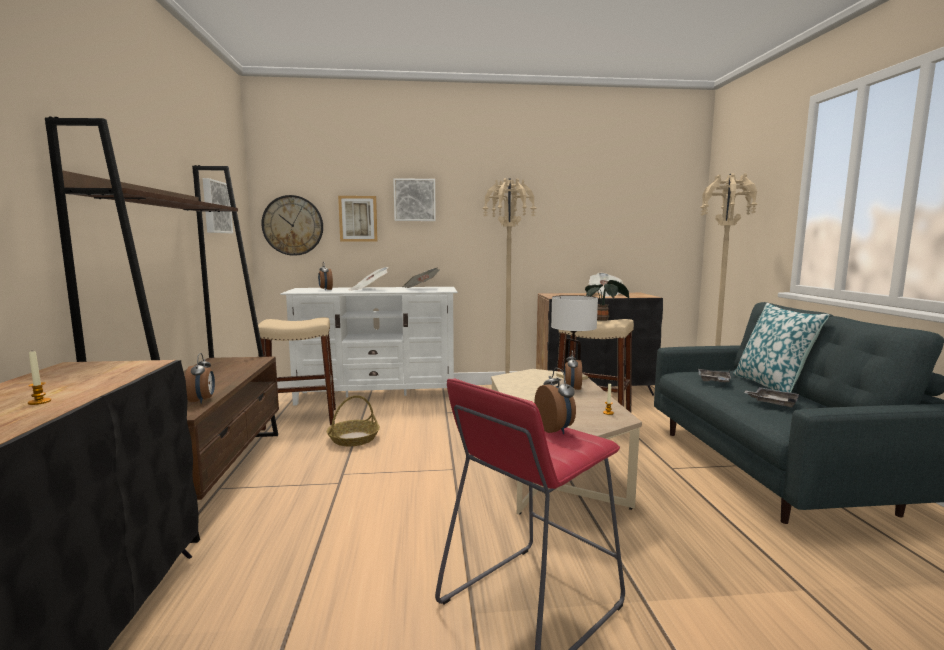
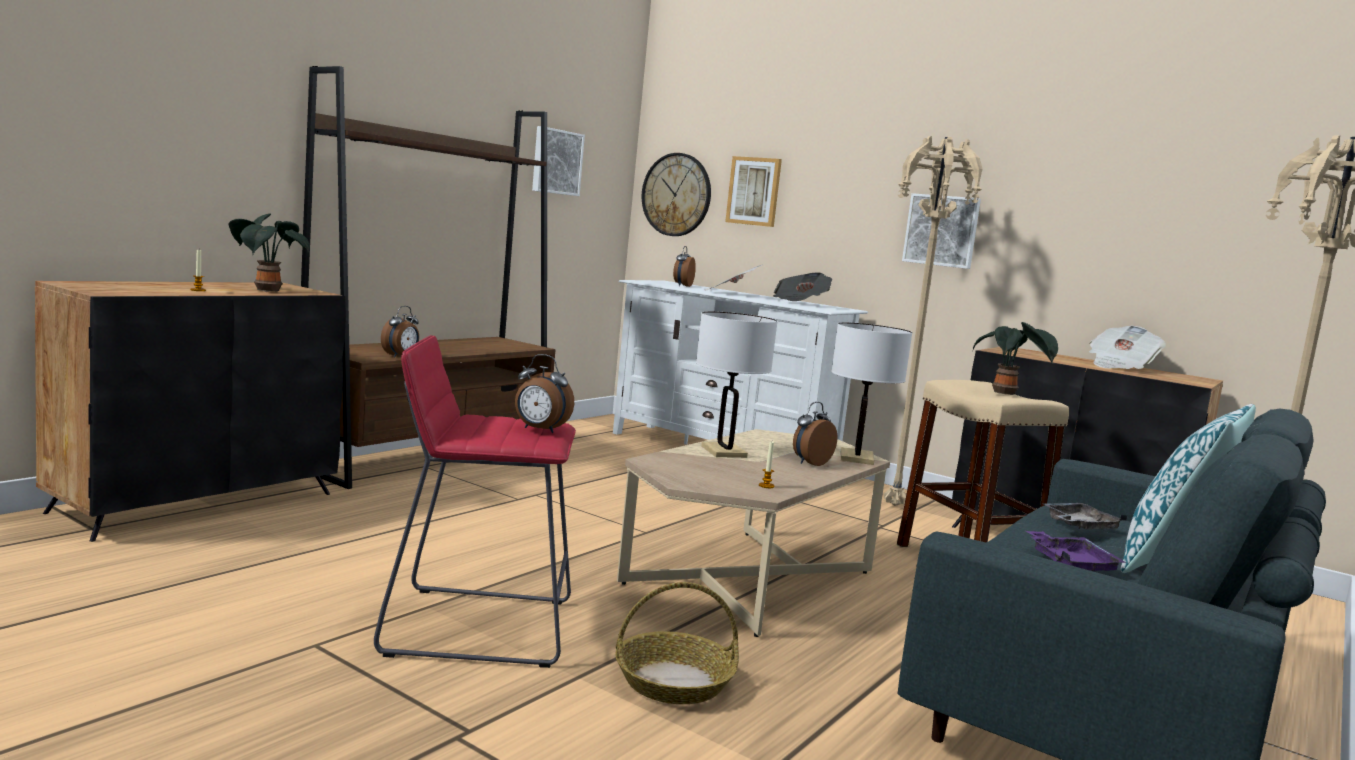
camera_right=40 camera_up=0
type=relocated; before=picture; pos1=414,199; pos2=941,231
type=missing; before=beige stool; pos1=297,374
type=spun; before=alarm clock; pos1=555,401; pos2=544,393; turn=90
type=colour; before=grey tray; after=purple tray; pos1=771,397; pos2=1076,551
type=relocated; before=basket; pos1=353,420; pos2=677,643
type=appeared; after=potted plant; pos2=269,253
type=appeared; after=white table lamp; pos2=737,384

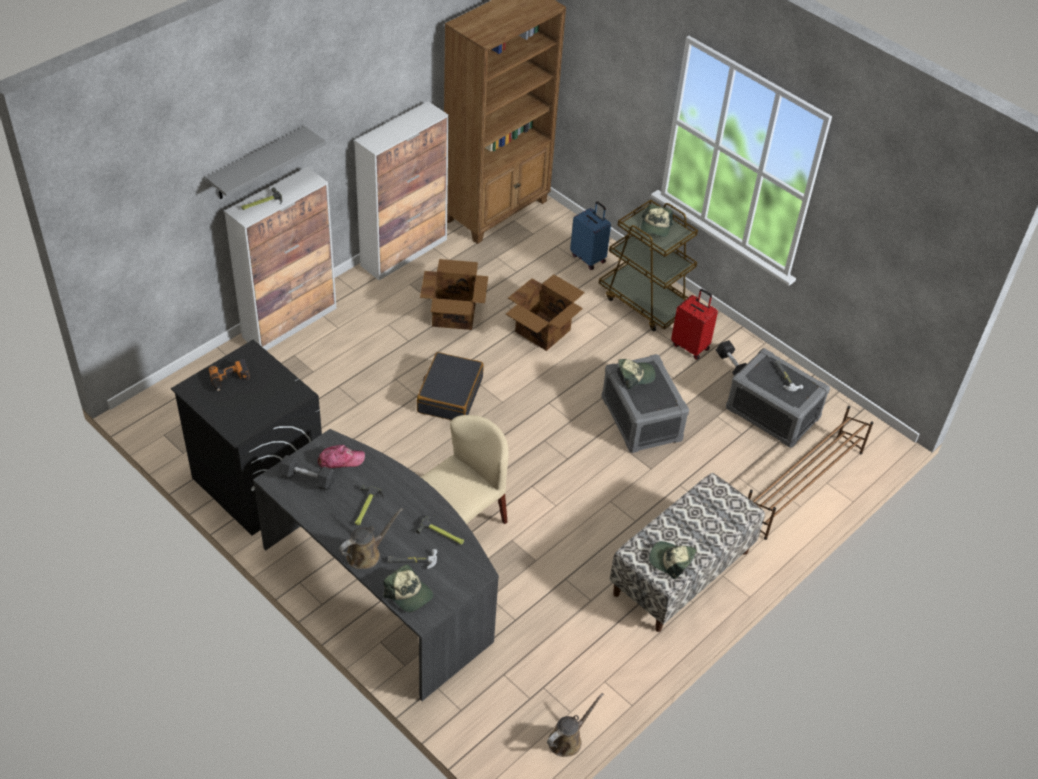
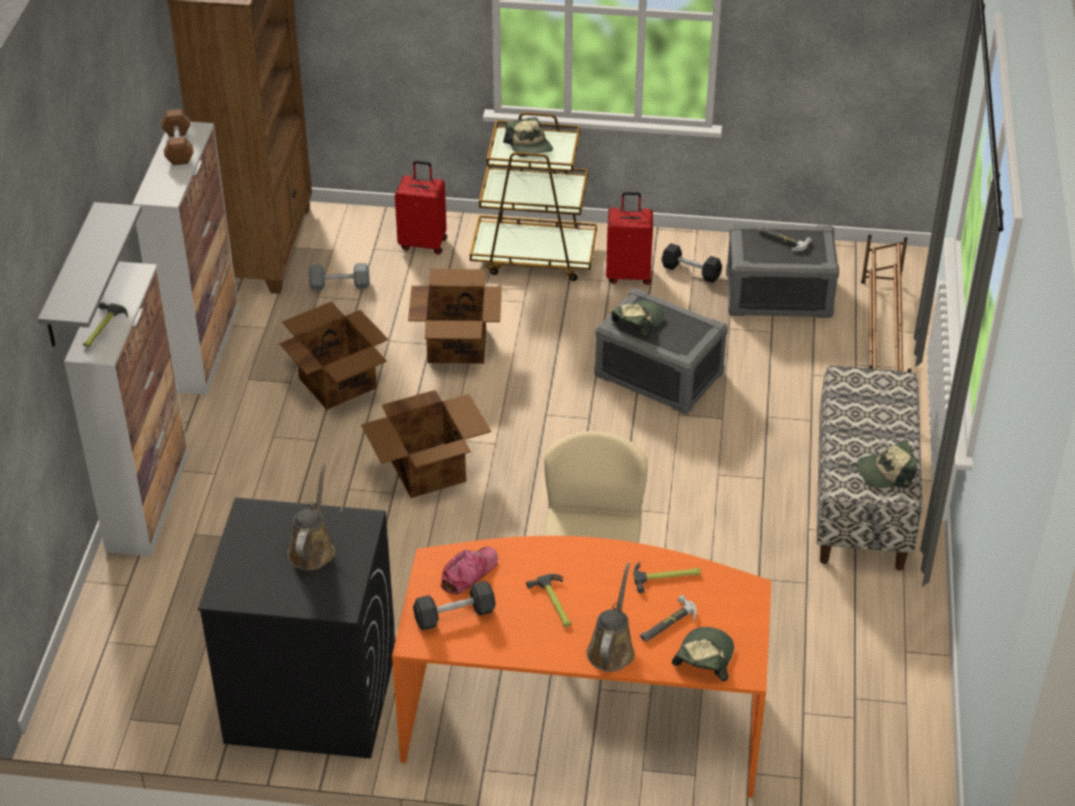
camera_right=-35 camera_up=-5
type=colour; before=blue suitcase; after=red suitcase; pos1=590,235; pos2=421,207
type=exchanged; before=black suitcase; after=cardboard box; pos1=450,386; pos2=426,444
type=missing; before=power drill; pos1=229,375
type=colour; before=grey desk; after=orange desk; pos1=376,565; pos2=581,667
type=spun; before=cap; pos1=408,588; pos2=703,654; turn=-75
type=relocated; before=brown watering can; pos1=575,725; pos2=311,517
type=appeared; after=brown dumbbell; pos2=177,137
type=appeared; after=grey dumbbell; pos2=339,276

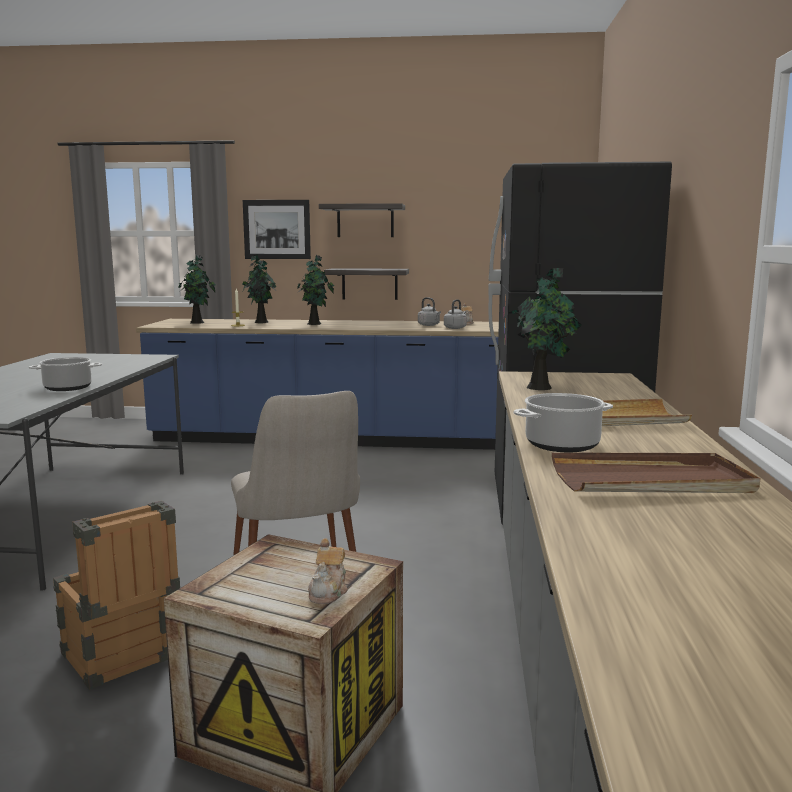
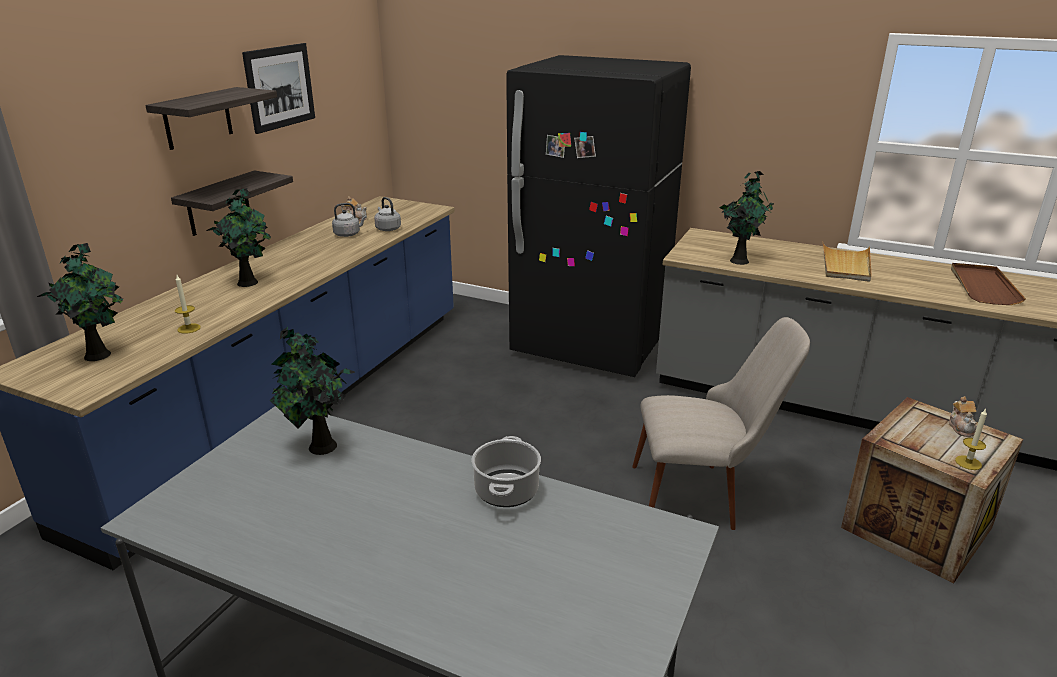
camera_right=-70 camera_up=15
type=relocated; before=picture; pos1=277,229; pos2=278,88
type=relocated; before=potted plant; pos1=259,288; pos2=312,391
type=missing; before=cooking pot; pos1=563,423
type=missing; before=crate; pos1=116,595
type=spun; before=teapot; pos1=328,571; pos2=963,416; turn=60
type=appeared; after=candle; pos2=971,439

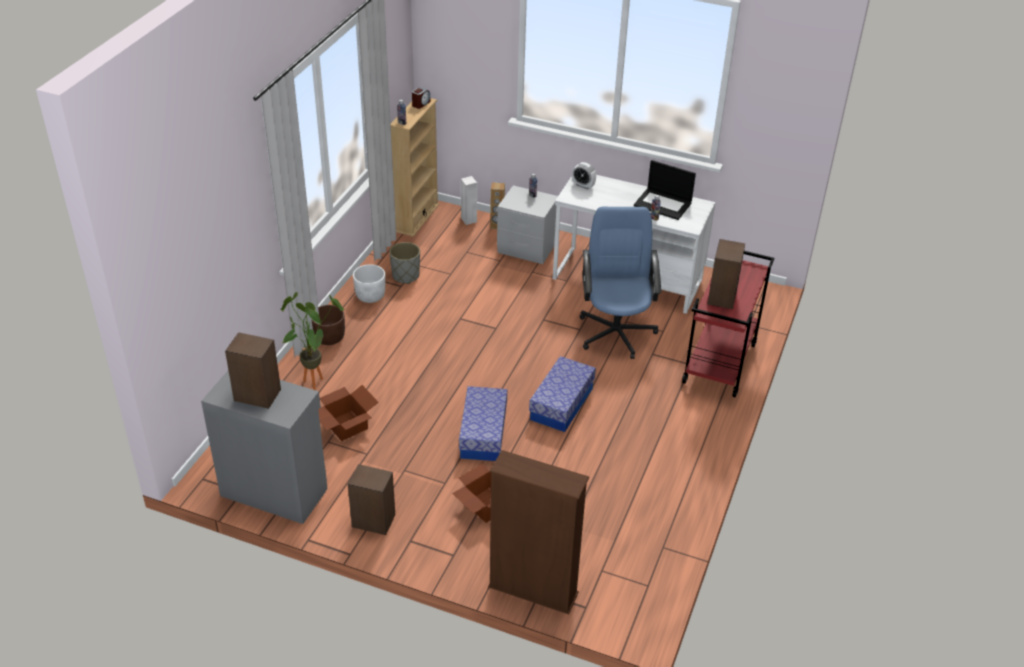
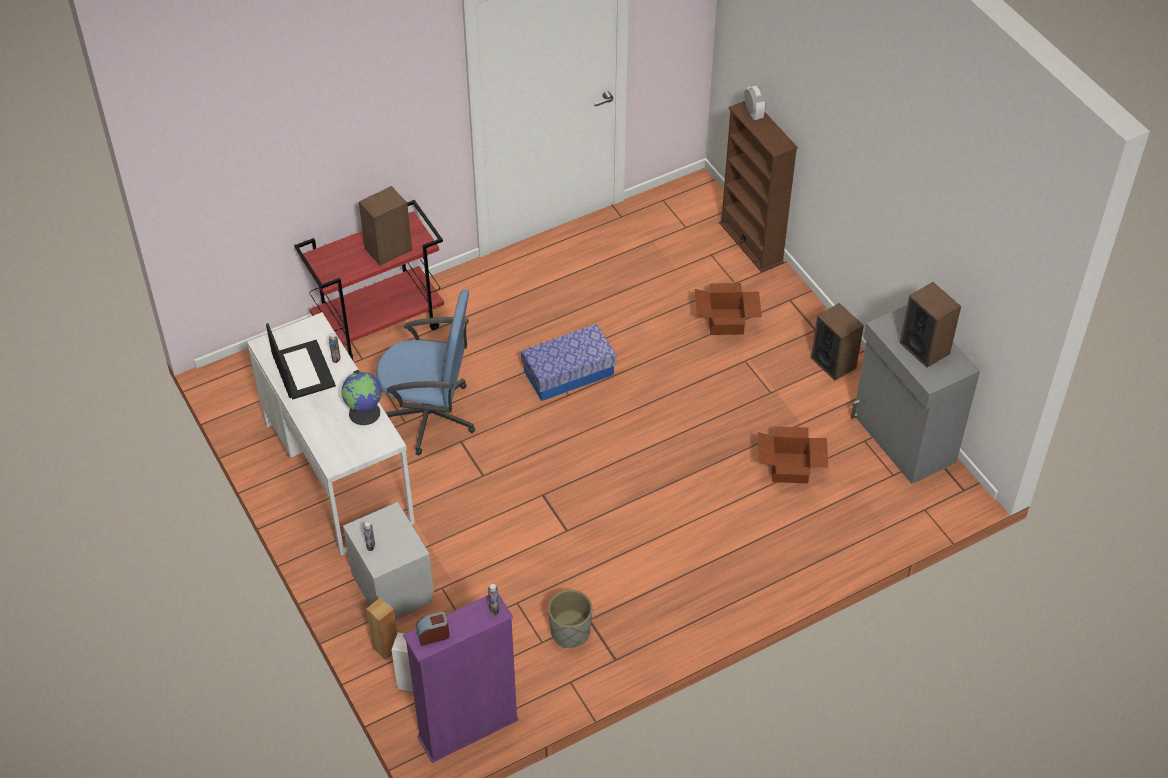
camera_right=-140 camera_up=10
type=colour; before=beige bookcase; after=purple bookcase; pos1=415,167; pos2=461,678
type=relocated; before=alarm clock; pos1=584,176; pos2=755,103
type=spun; before=blue office chair; pos1=620,283; pos2=425,372; turn=-120
type=missing; before=white planter; pos1=369,283
type=missing; before=potted plant; pos1=312,341
type=missing; before=brown planter; pos1=328,325
type=missing; before=storage box; pos1=483,423
type=appeared; after=globe; pos2=361,397

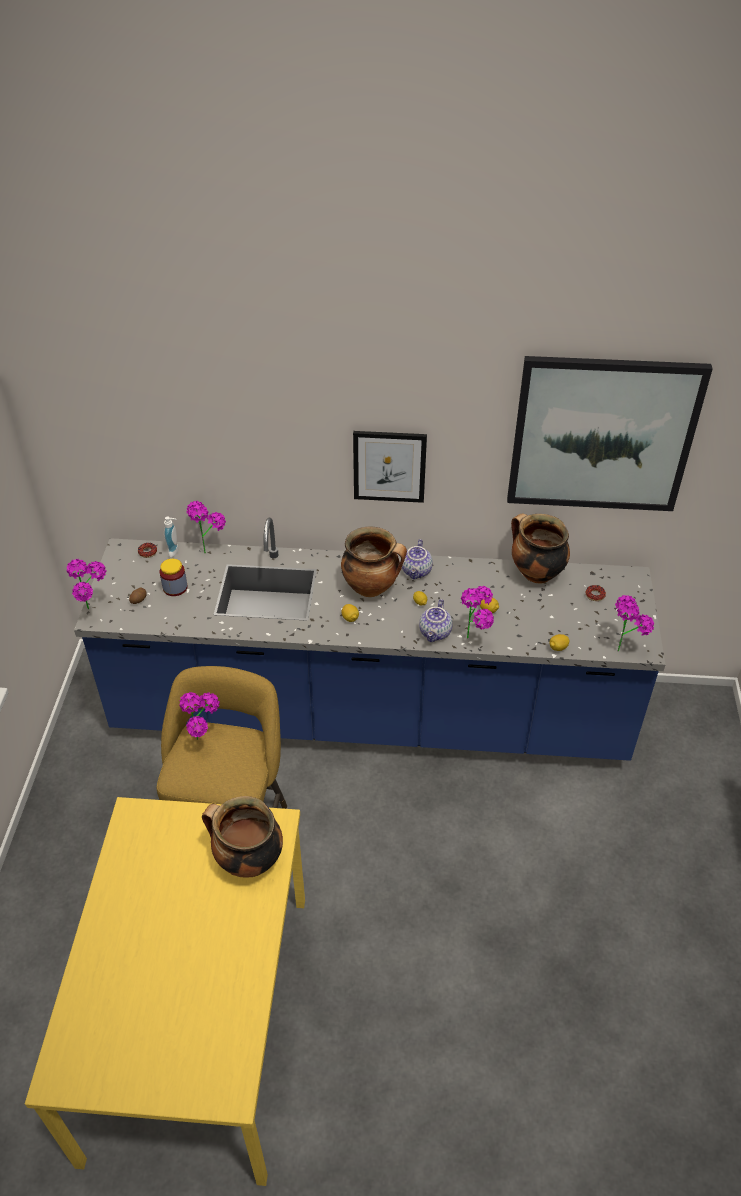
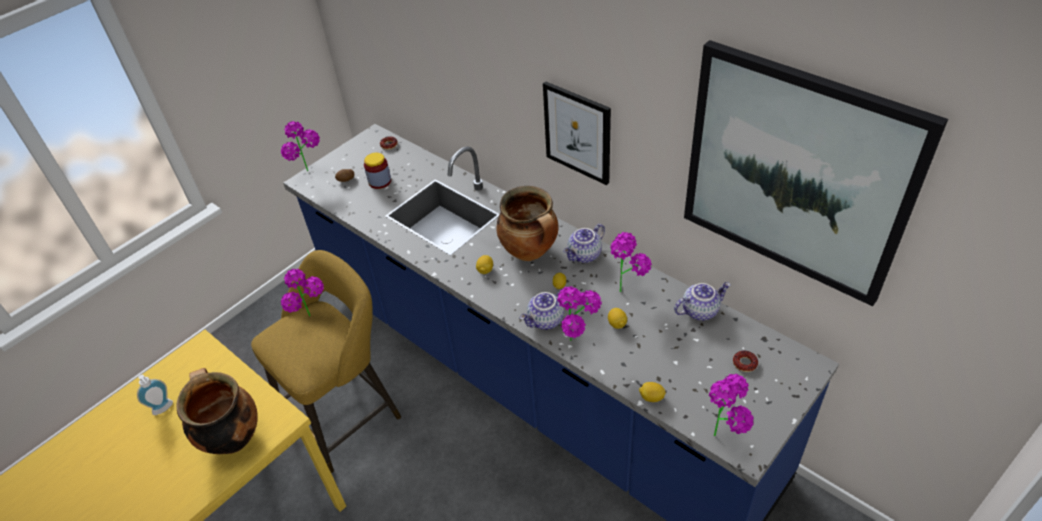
camera_right=40 camera_up=0
type=relocated; before=potted plant; pos1=206,527; pos2=631,262
type=exchanged; before=cooking pot; after=teapot; pos1=540,548; pos2=702,301
type=relocated; before=soap dispenser; pos1=171,536; pos2=155,395

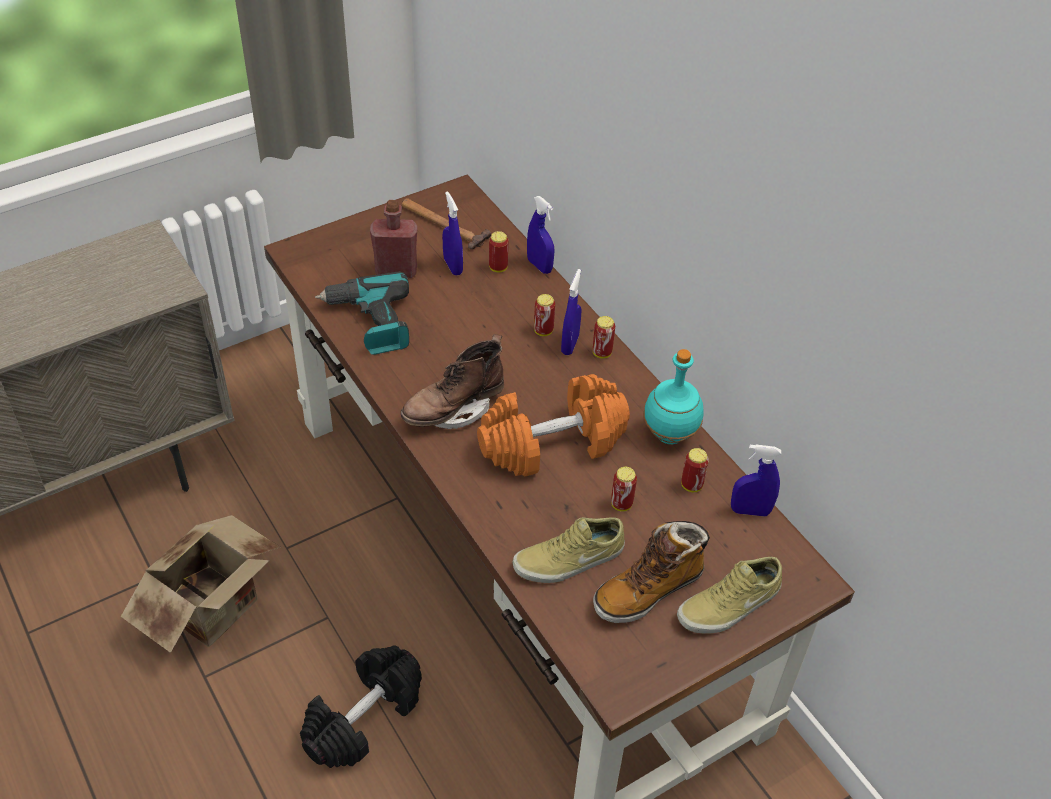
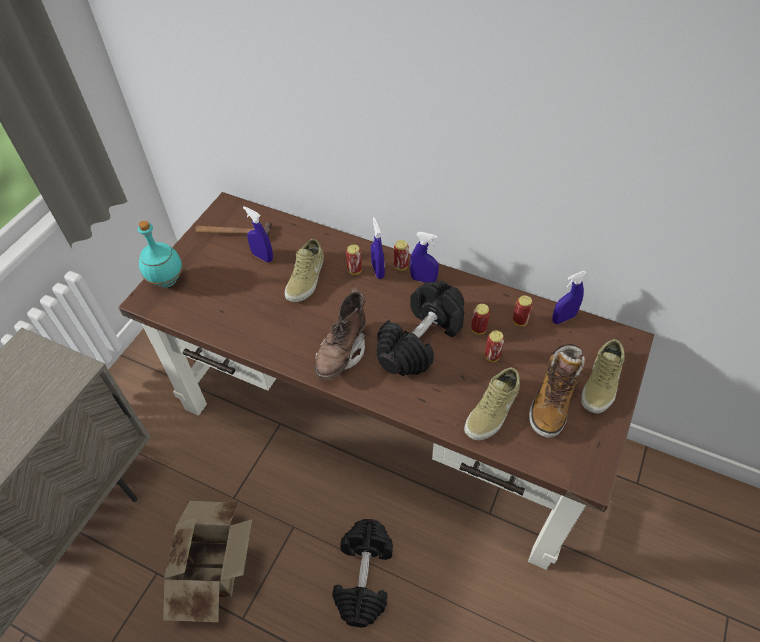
camera_right=-30 camera_up=5
type=relocated; before=blue spray bottle; pos1=541,235; pos2=424,257
type=missing; before=red bottle; pos1=394,239
type=relocated; before=can; pos1=498,252; pos2=480,319
type=missing; before=power drill; pos1=362,313
type=relocated; before=turquoise bottle; pos1=674,396; pos2=160,254
type=colour; before=orange dumbbell; after=black dumbbell; pos1=553,425; pos2=420,328
type=appeared; after=beige shoe; pos2=304,270

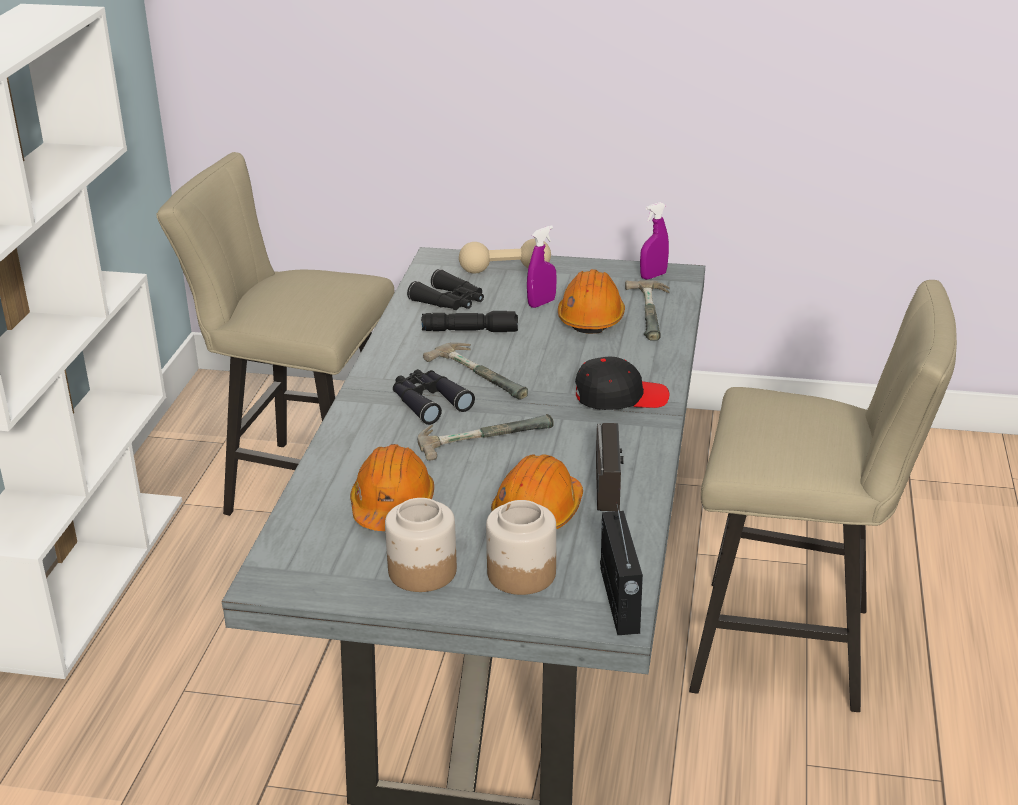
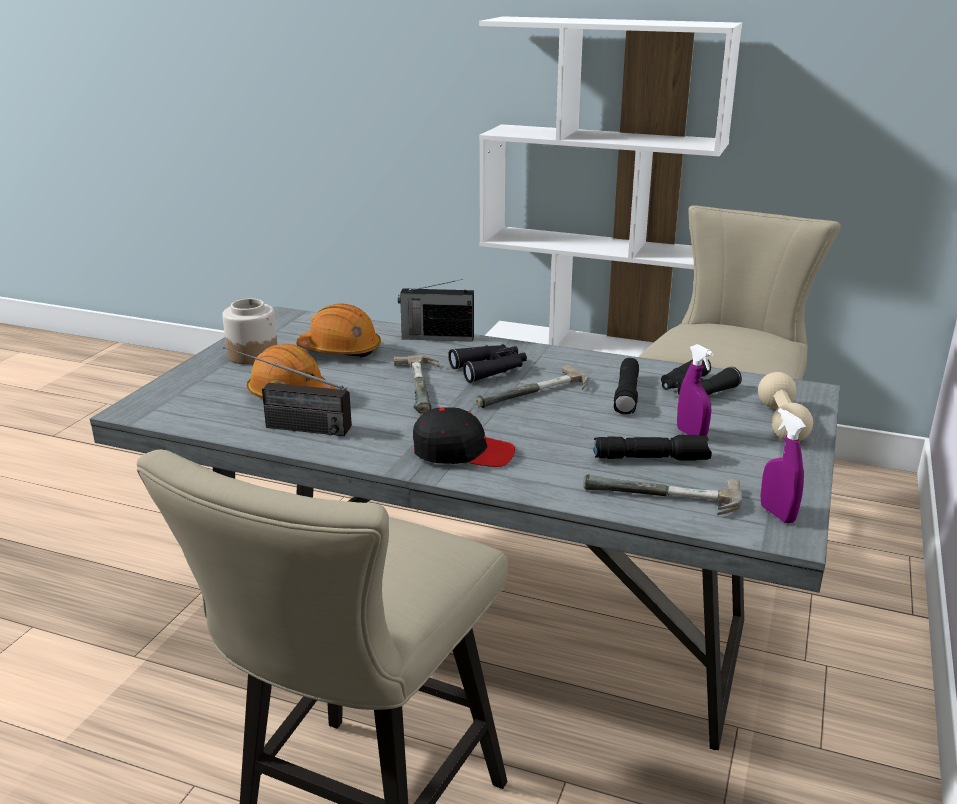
camera_right=100 camera_up=-5
type=exchanged; before=orange hard hat; after=black flashlight; pos1=591,301; pos2=652,447
type=spun; before=black cap; pos1=622,383; pos2=464,437; turn=-90
type=missing; before=jar; pos1=521,547
type=relocated; before=radio; pos1=621,569; pos2=436,310

